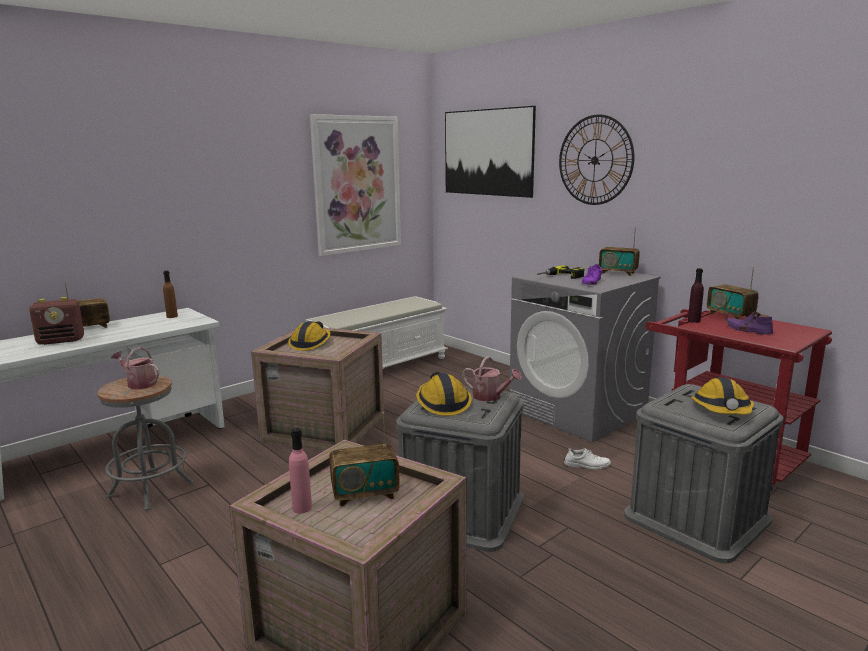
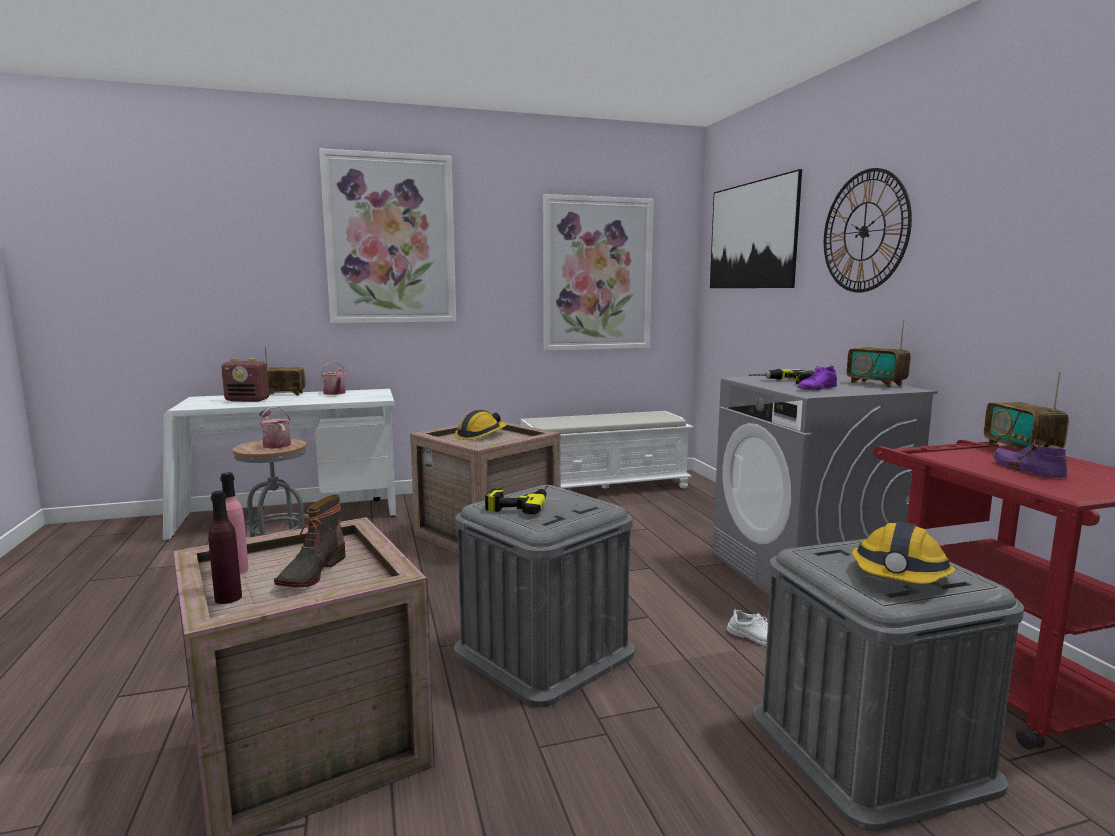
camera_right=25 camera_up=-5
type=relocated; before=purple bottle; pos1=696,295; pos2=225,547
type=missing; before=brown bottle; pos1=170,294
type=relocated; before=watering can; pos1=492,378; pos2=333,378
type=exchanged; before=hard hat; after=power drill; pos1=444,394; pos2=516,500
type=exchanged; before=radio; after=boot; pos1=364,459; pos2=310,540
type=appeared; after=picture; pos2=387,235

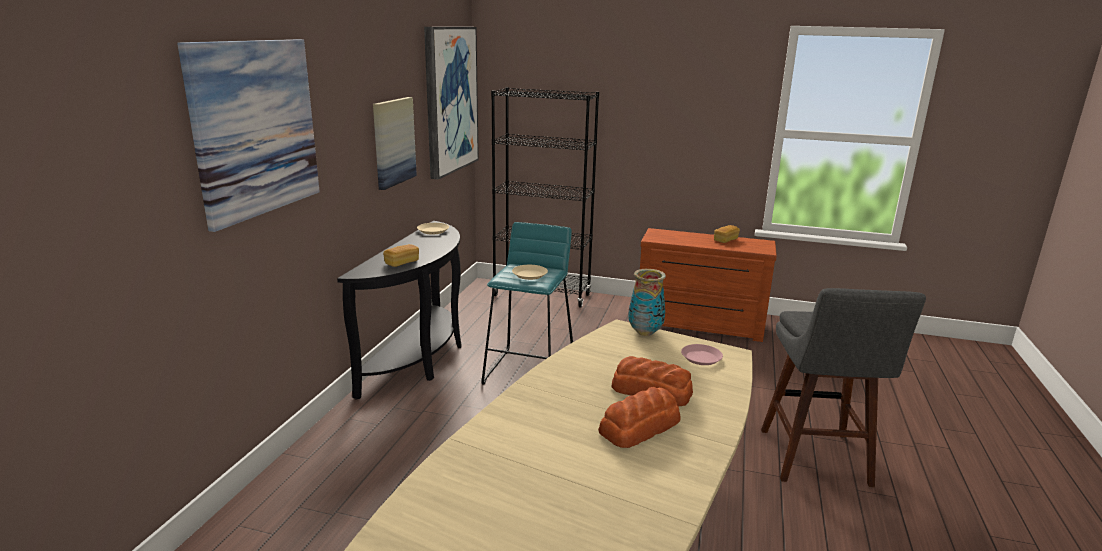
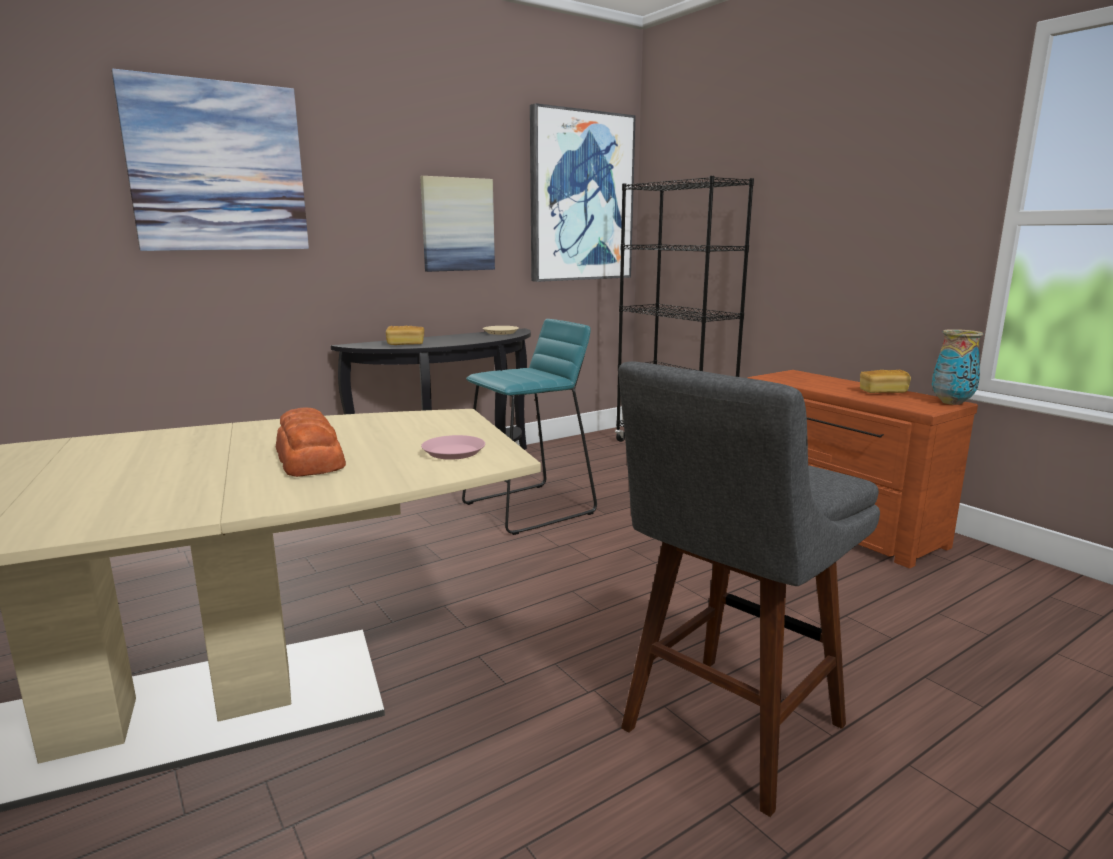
camera_right=40 camera_up=-5
type=missing; before=beige plate; pos1=530,272
type=relocated; before=vase; pos1=647,302; pos2=957,367
type=missing; before=bread; pos1=639,417

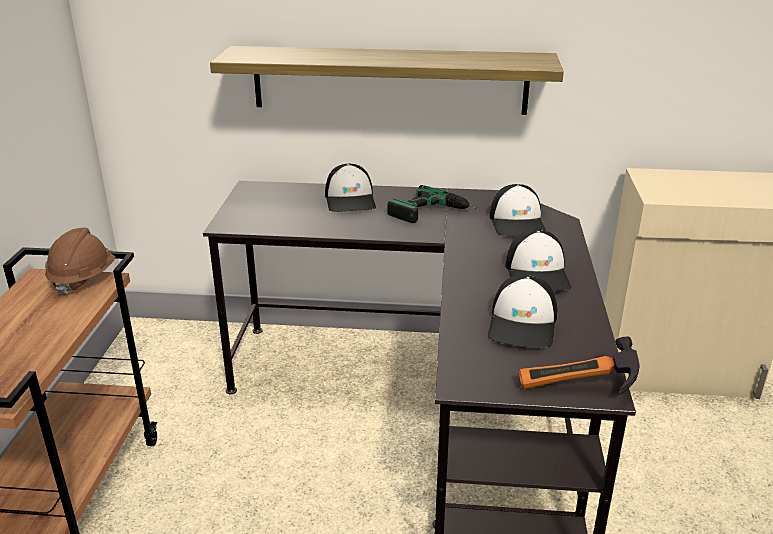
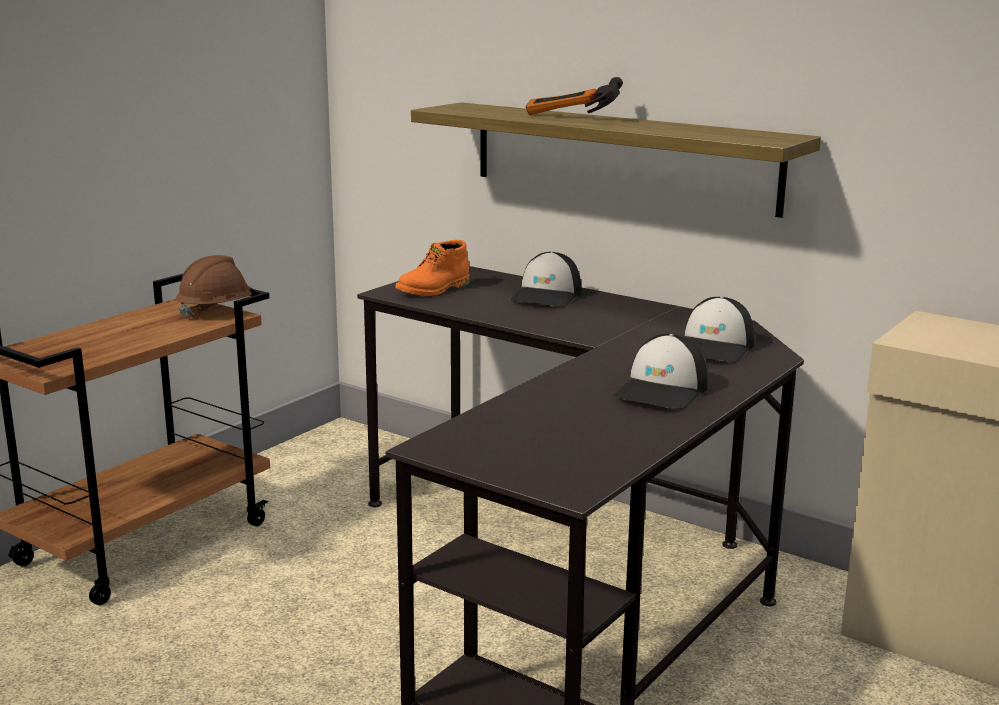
camera_right=30 camera_up=-10
type=missing; before=power drill; pos1=434,204
type=missing; before=cap; pos1=522,311
type=relocated; before=hammer; pos1=578,366; pos2=574,96
type=appeared; after=orange boot; pos2=432,268

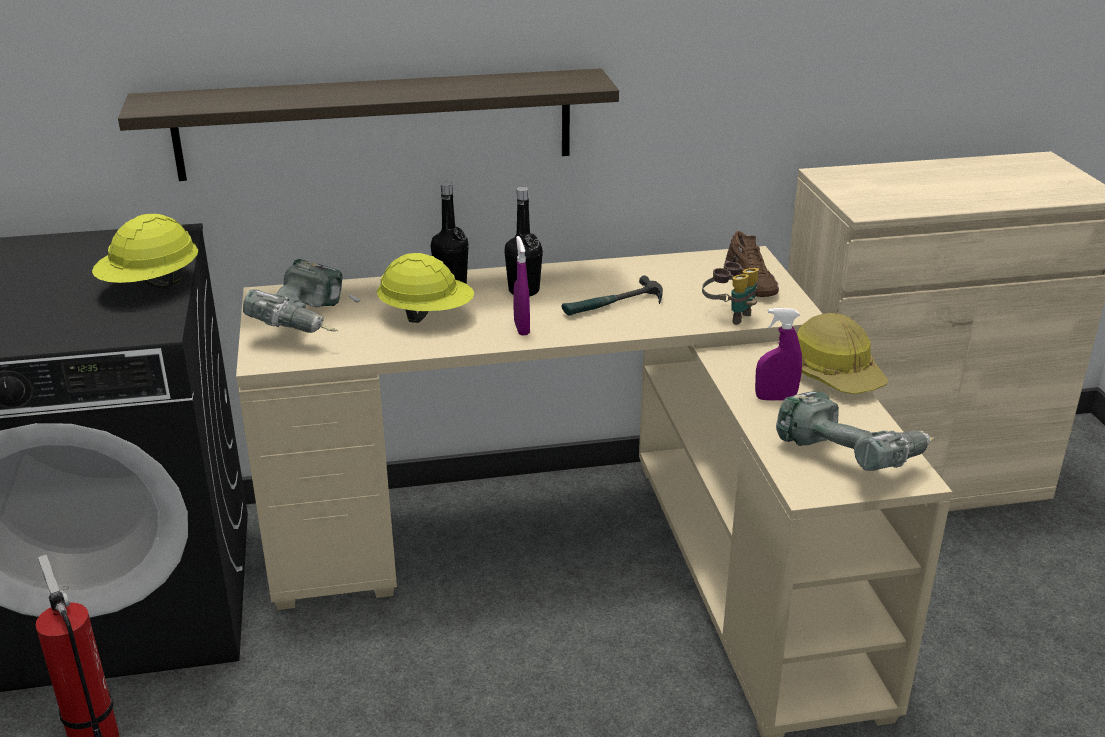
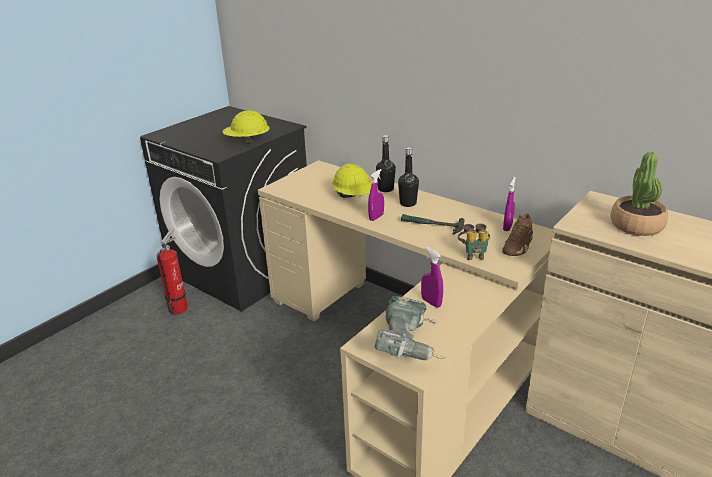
camera_right=50 camera_up=0
type=missing; before=shelf; pos1=368,124
type=missing; before=power drill; pos1=301,296
type=missing; before=hard hat; pos1=842,353
type=appeared; after=potted plant; pos2=639,194
type=appeared; after=purple spray bottle; pos2=509,204

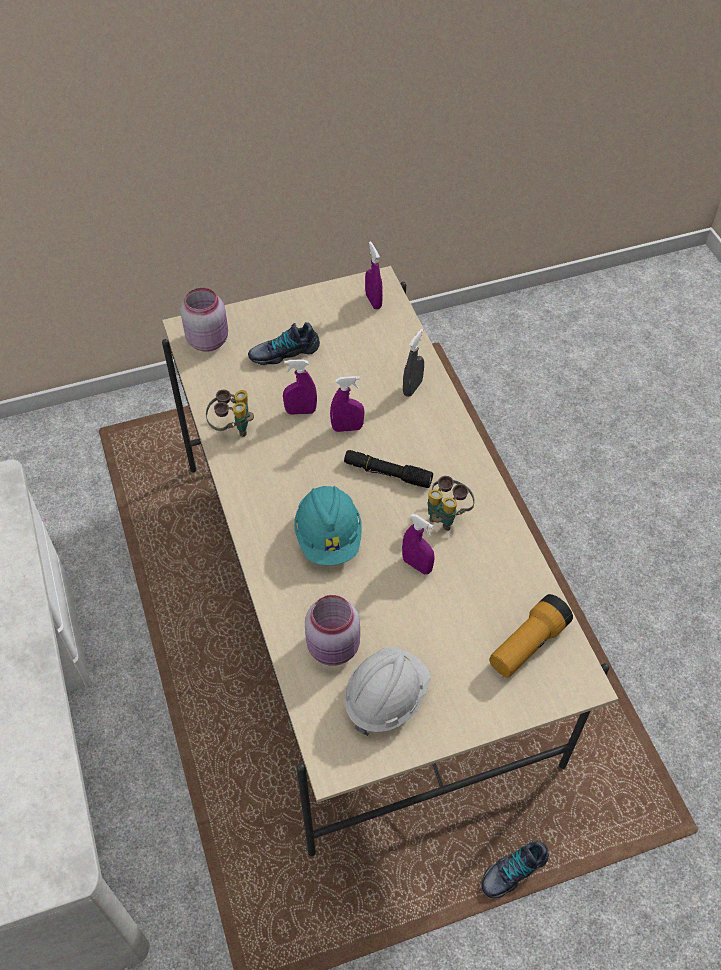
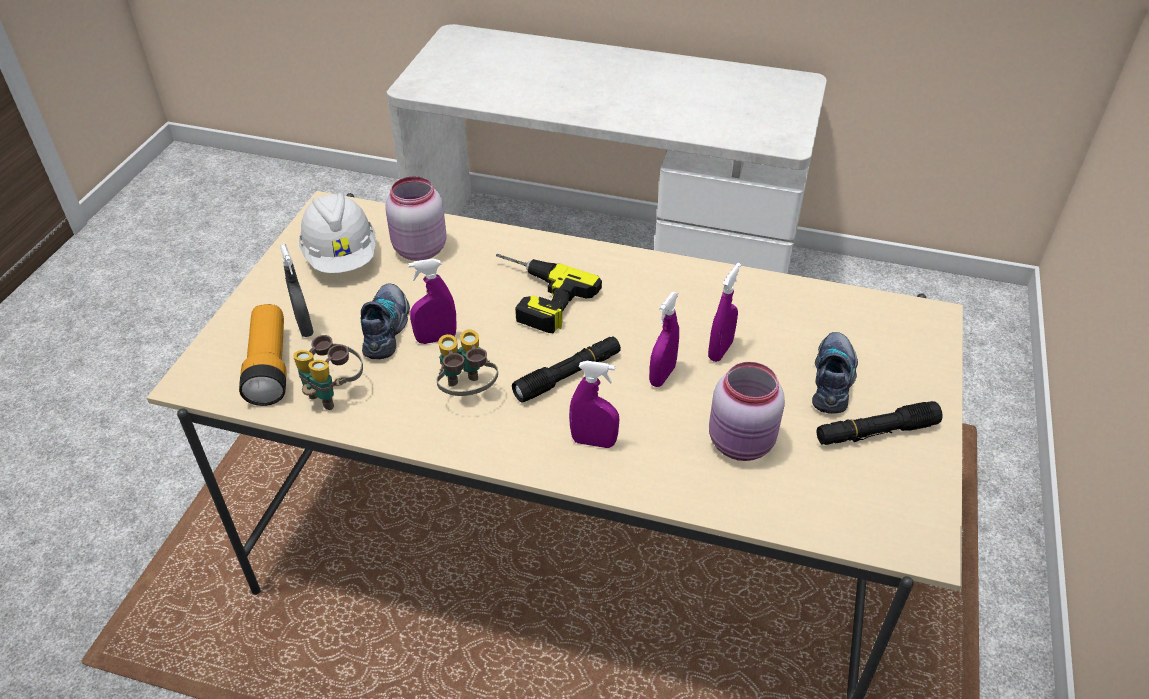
camera_right=125 camera_up=-10
type=relocated; before=purple spray bottle; pos1=374,275; pos2=594,404
type=relocated; before=pink jar; pos1=204,320; pos2=747,411
type=relocated; before=grey spray bottle; pos1=413,363; pos2=297,290
type=relocated; before=binoculars; pos1=230,413; pos2=328,372
type=exchanged; before=turquoise hard hat; after=power drill; pos1=328,525; pos2=549,293
type=relocated; before=shoe; pos1=515,869; pos2=385,322
type=appeared; after=black flashlight; pos2=880,423

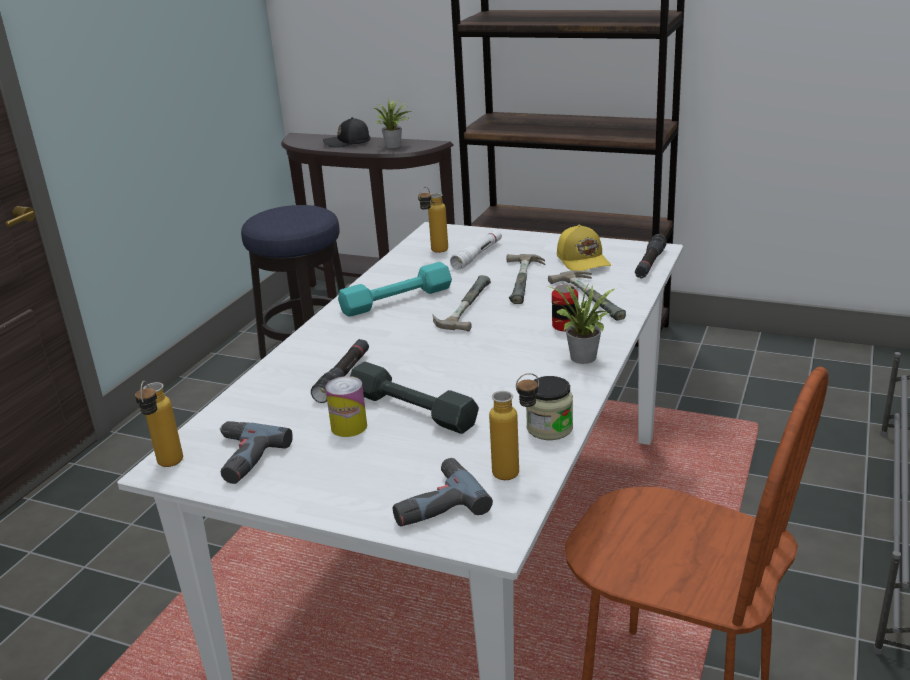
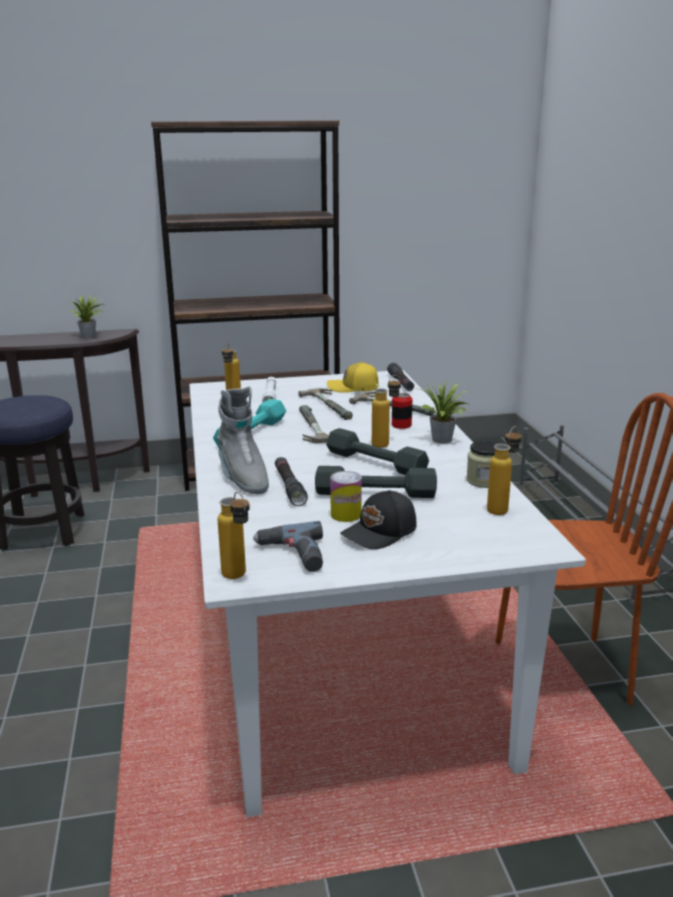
camera_right=-35 camera_up=-5
type=relocated; before=black cap; pos1=346,132; pos2=378,519
type=spun; before=yellow cap; pos1=584,248; pos2=353,377; turn=150
type=missing; before=power drill; pos1=443,492
type=appeared; after=bottle; pos2=386,411
type=appeared; after=grey boot; pos2=243,440
type=appeared; after=grey dumbbell; pos2=377,451

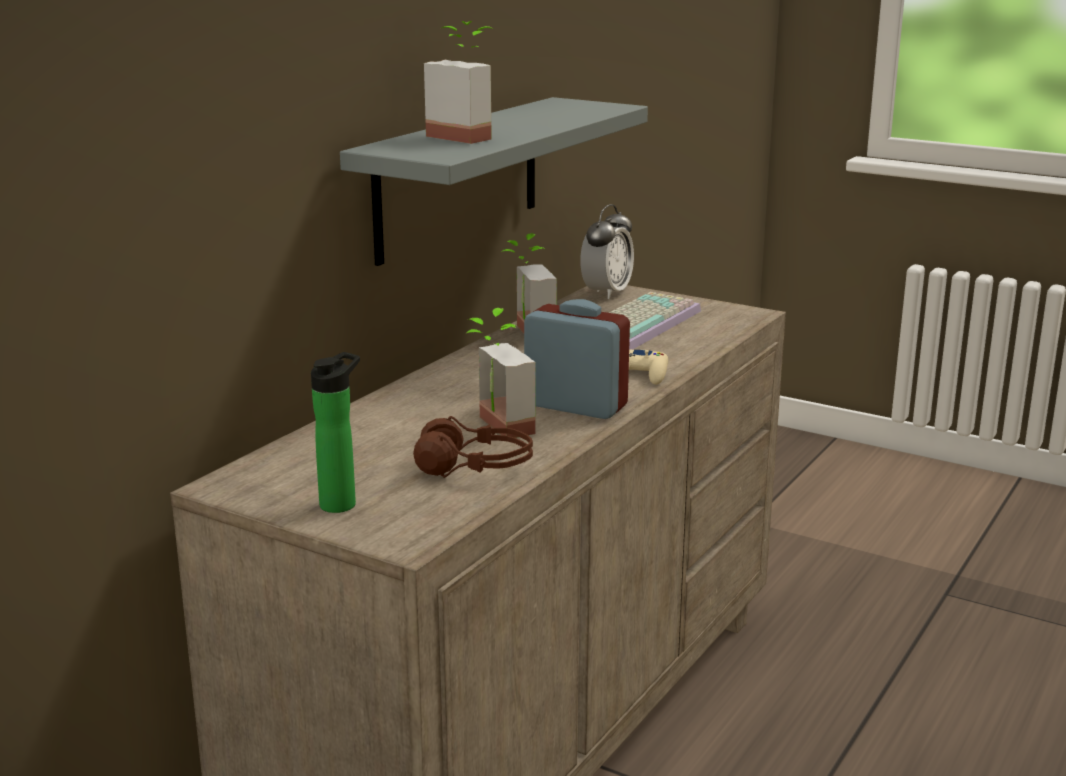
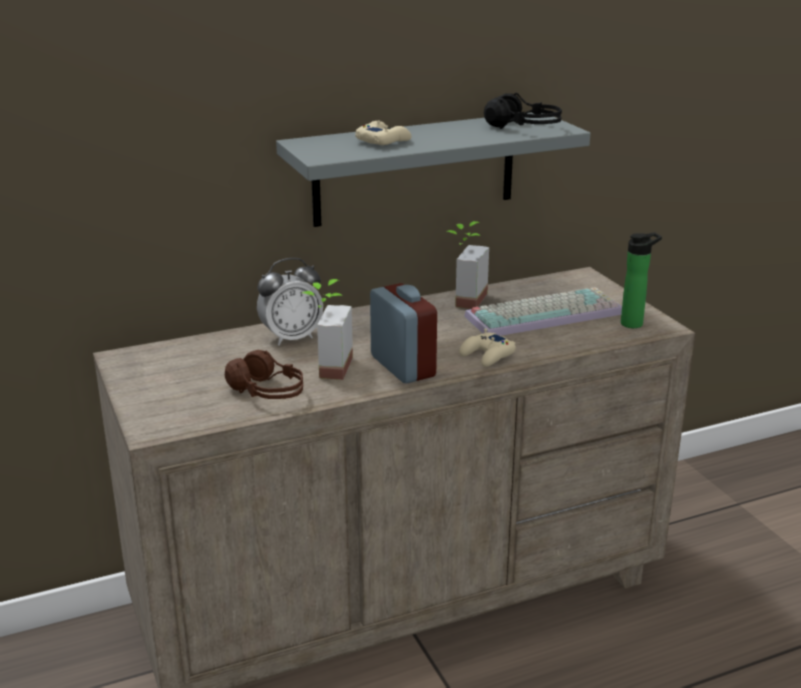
camera_right=35 camera_up=5
type=exchanged; before=potted plant; after=beige game controller; pos1=459,82; pos2=383,132
type=relocated; before=alarm clock; pos1=607,251; pos2=290,302
type=relocated; before=bottle; pos1=335,432; pos2=641,280
type=appeared; after=black headphones; pos2=523,111

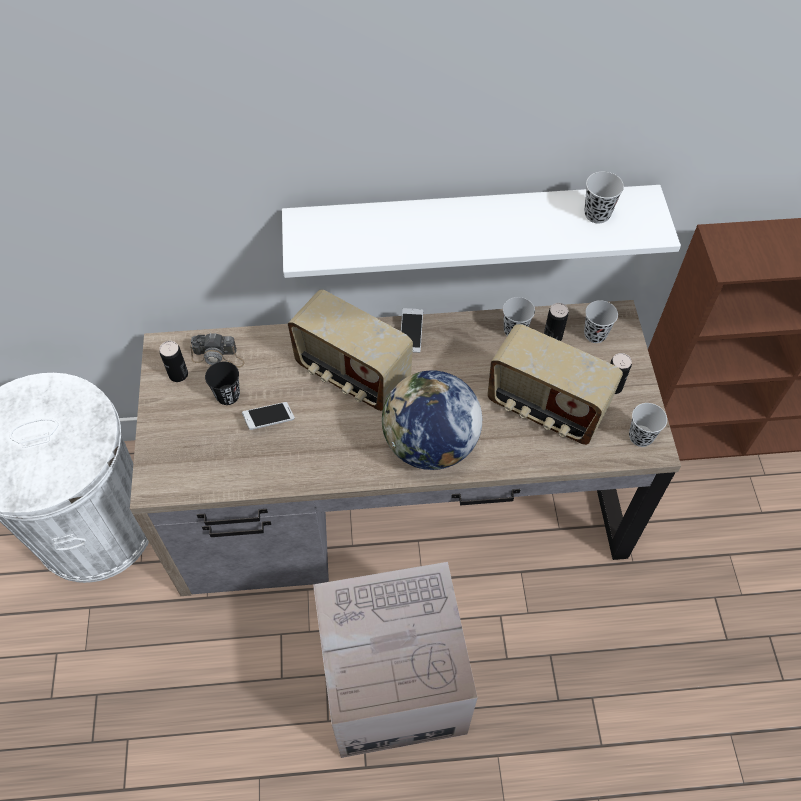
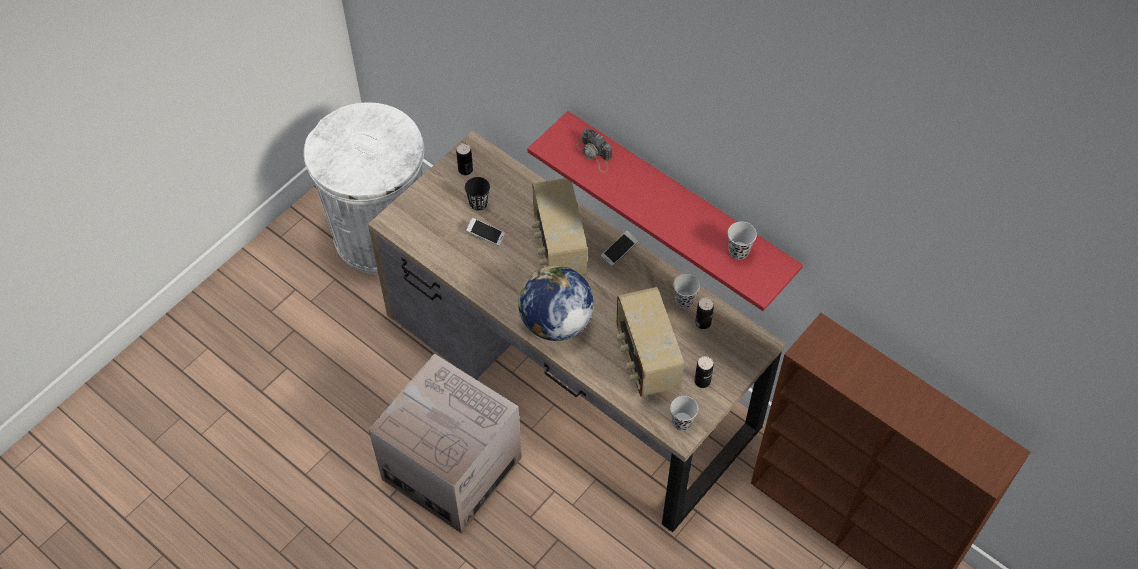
camera_right=45 camera_up=0
type=colour; before=white shelf; after=red shelf; pos1=481,231; pos2=665,211
type=missing; before=black cup; pos1=601,321
type=relocated; before=photo camera; pos1=217,350; pos2=594,150

